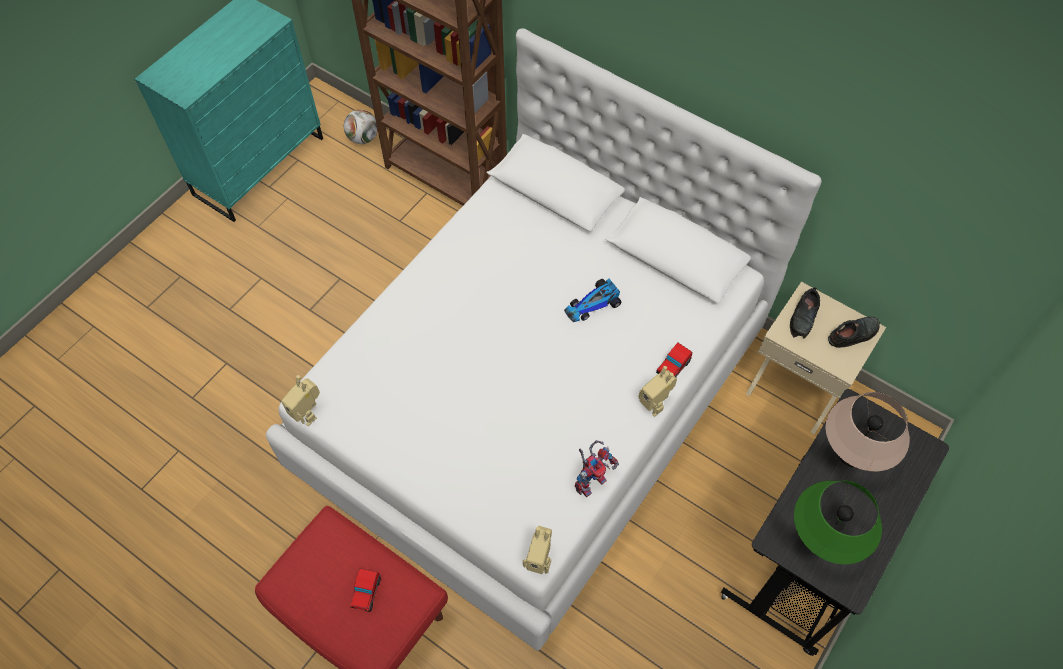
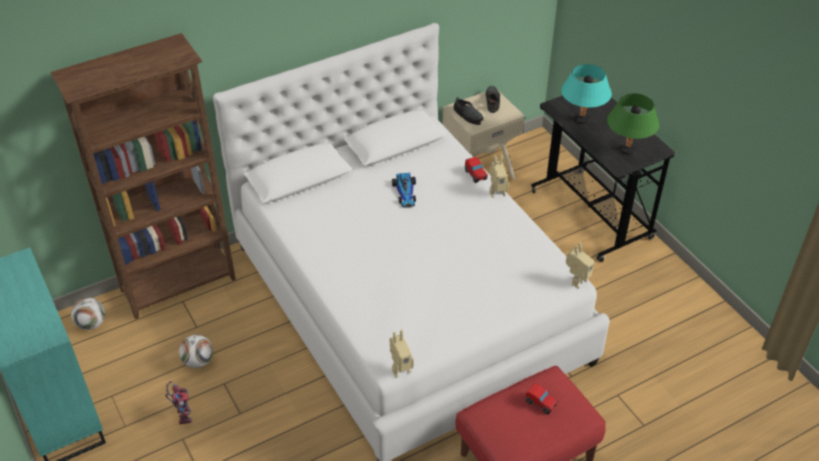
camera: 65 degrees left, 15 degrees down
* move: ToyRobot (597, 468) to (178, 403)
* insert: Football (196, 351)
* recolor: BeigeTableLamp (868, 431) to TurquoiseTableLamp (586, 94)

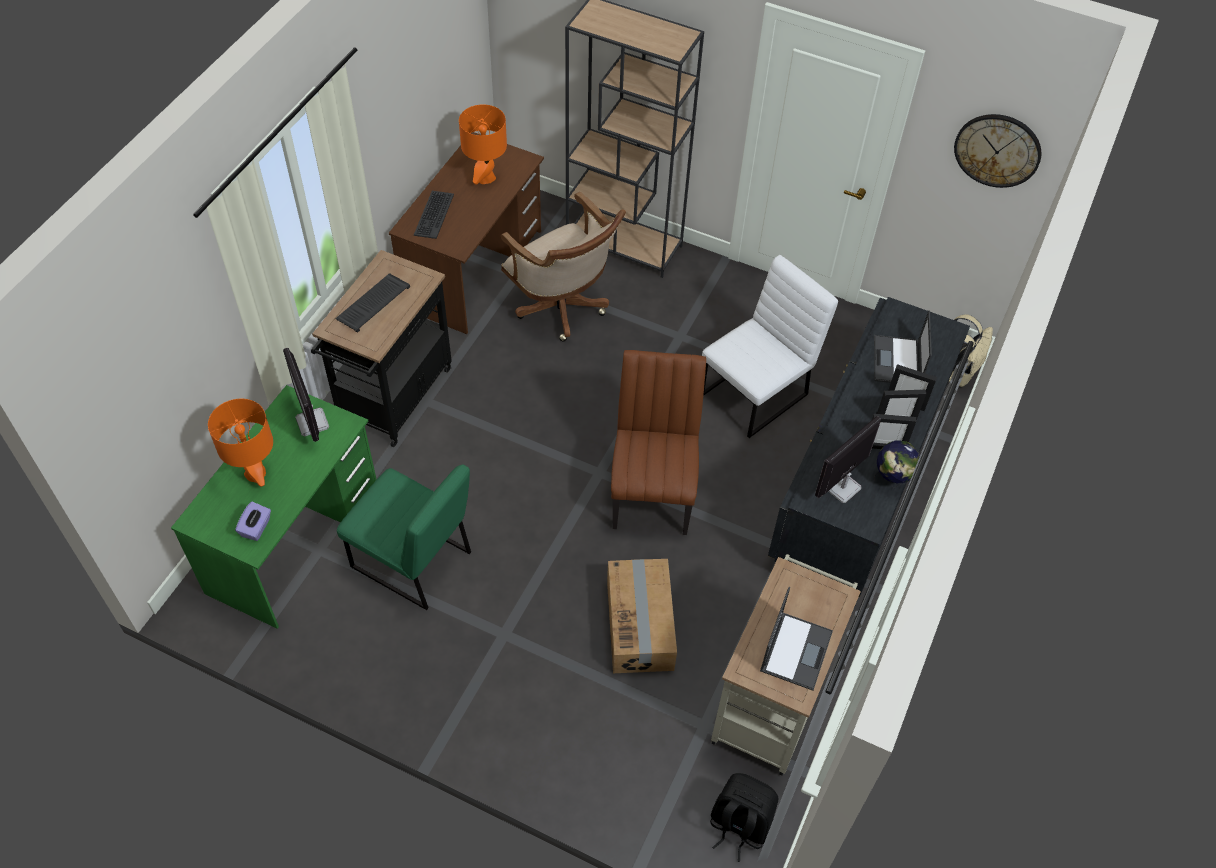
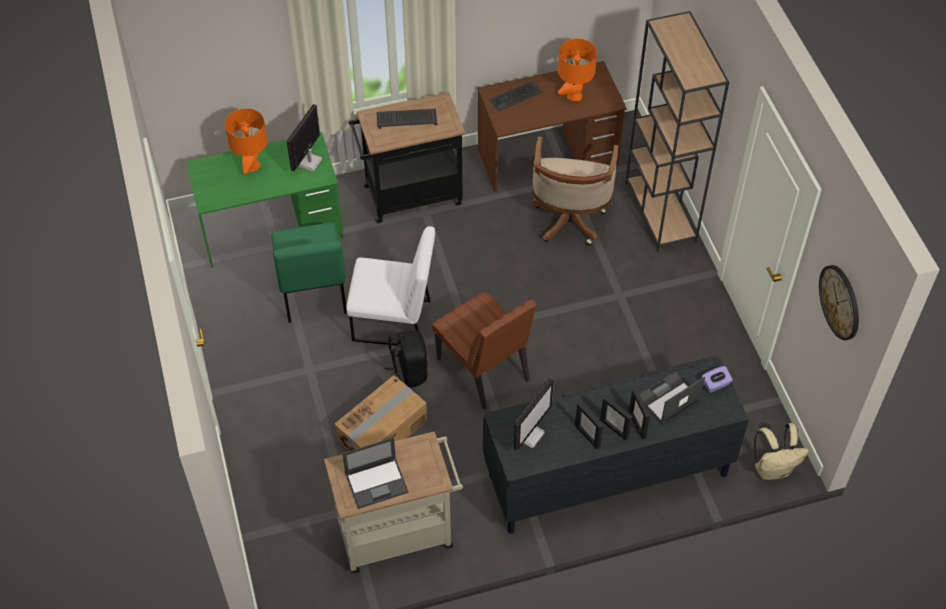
camera: 50 degrees right, 0 degrees up
* move: WhiteChair (770, 346) to (390, 286)
* move: BlackBackpack (744, 817) to (406, 359)
* rotate: BrownChair (658, 442) = (484, 351) 90 degrees clockwise
* rotate: Monitor (848, 459) = (534, 414) 120 degrees clockwise
* move: PurpleTissueBox (253, 521) to (717, 379)
* delete: Globe (897, 465)

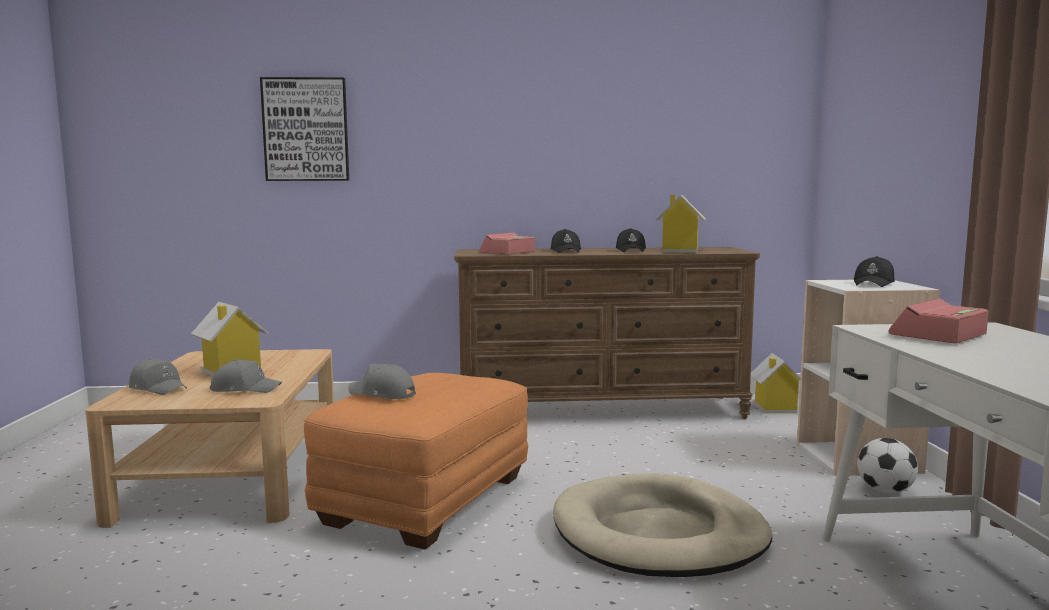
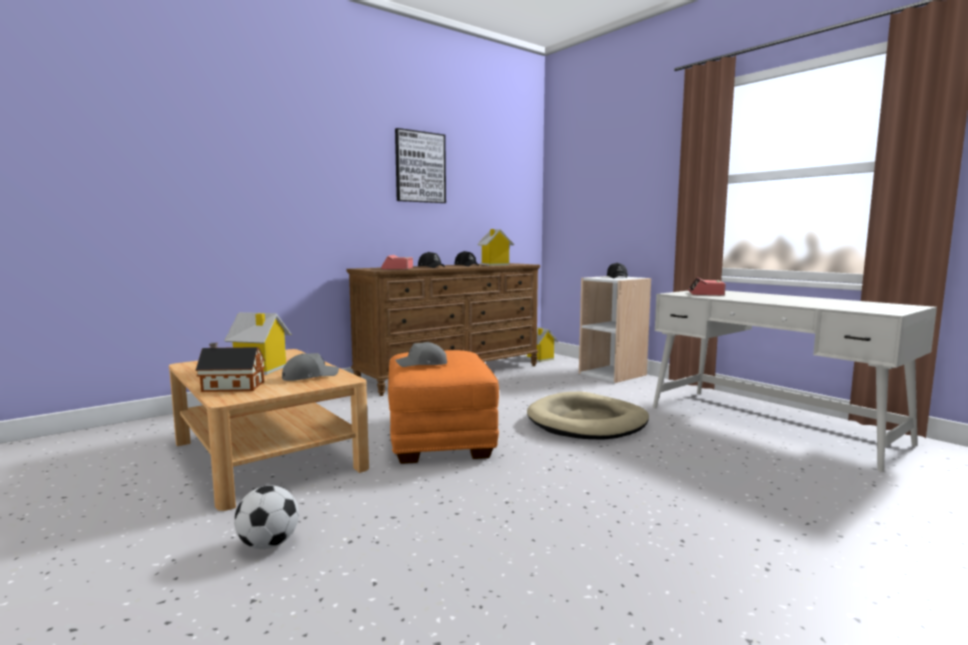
camera: 35 degrees left, 0 degrees up
* replace: GreyCap (158, 376) to ToyHouse (230, 367)
* move: Football (887, 466) to (266, 517)
* move: Picture (304, 129) to (420, 165)

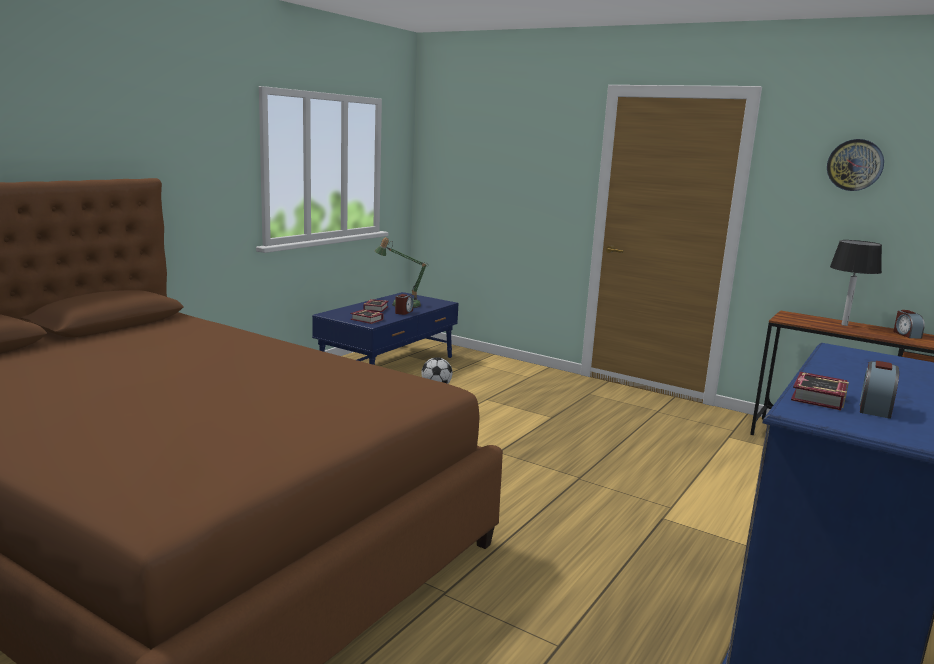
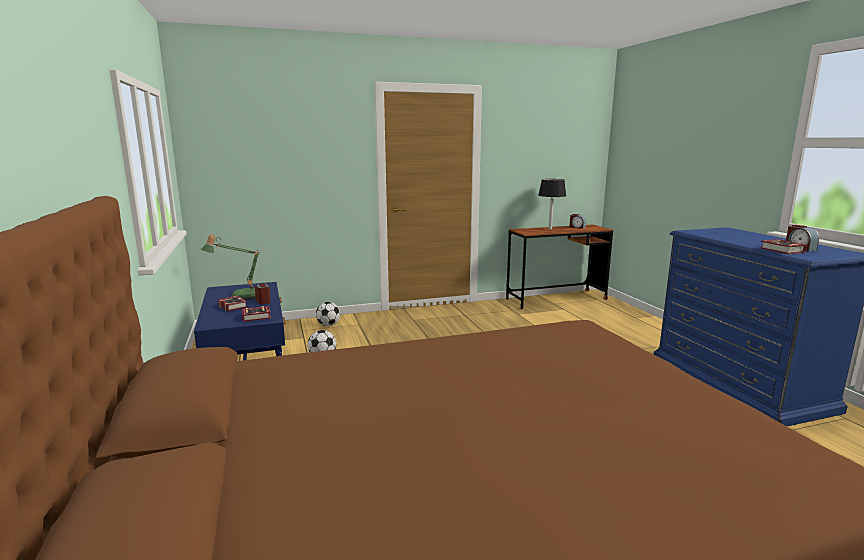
camera: 50 degrees left, 0 degrees up
* insert: Football (328, 314)
* delete: WallClock (855, 165)

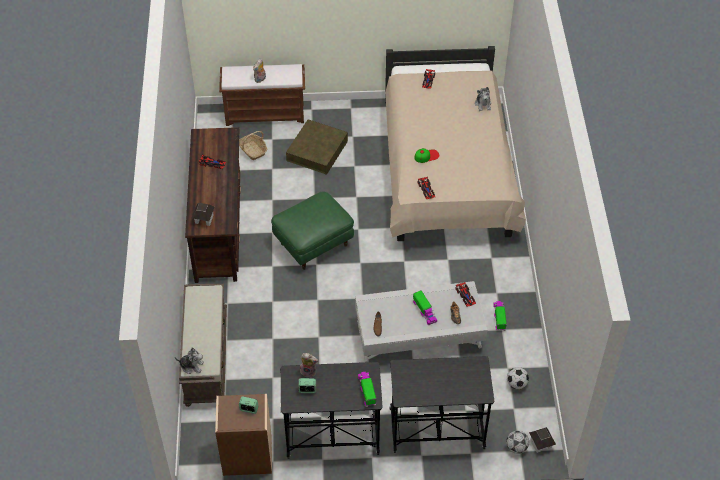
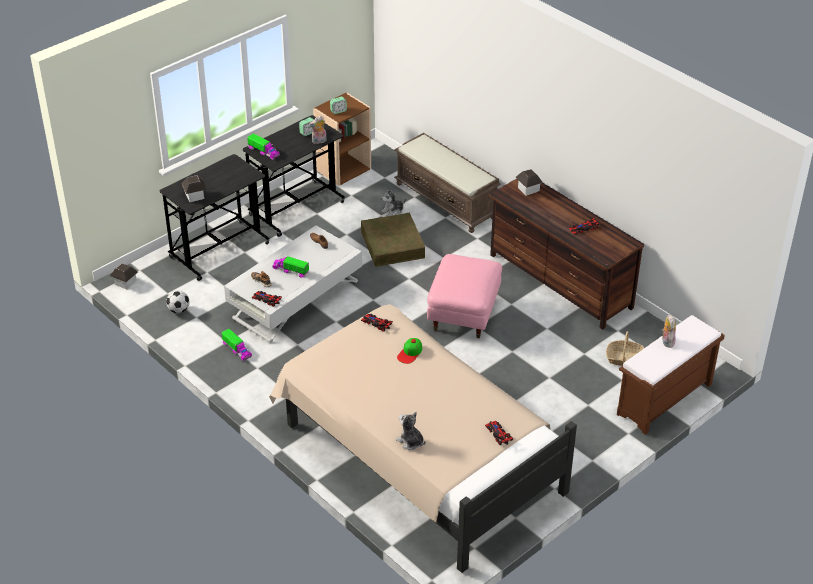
camera: 140 degrees right, 10 degrees down
* insert: ToyHouse (194, 188)
* move: BrownStorageBox (317, 147) to (393, 240)
* move: PlushToy (189, 360) to (393, 202)
* recolor: GreenOttoman (312, 230) to PinkOttoman (464, 296)
* delete: Football (517, 442)

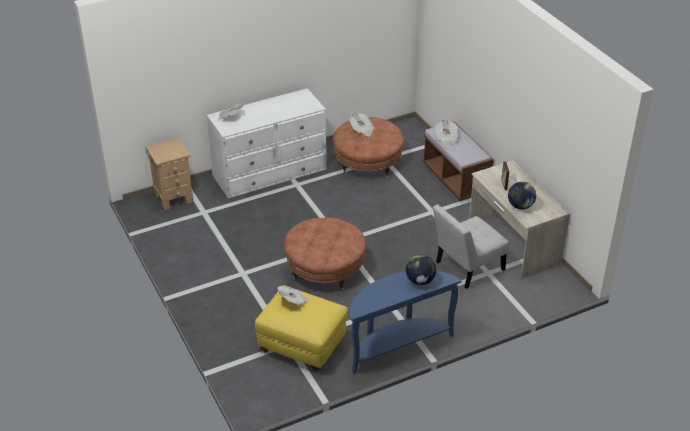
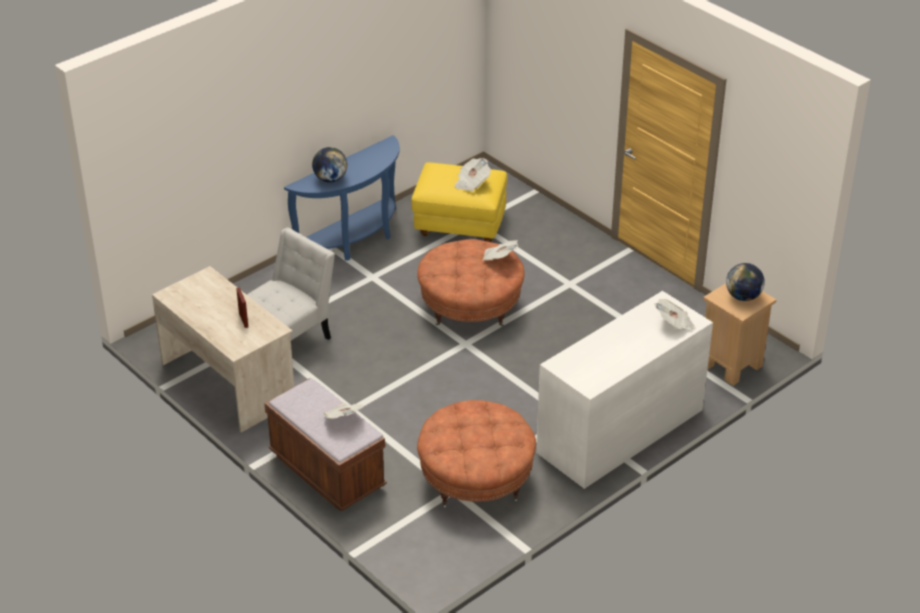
camera: 165 degrees right, 0 degrees up
* move: Newspaper (362, 125) to (500, 250)
* move: Globe (522, 196) to (745, 282)

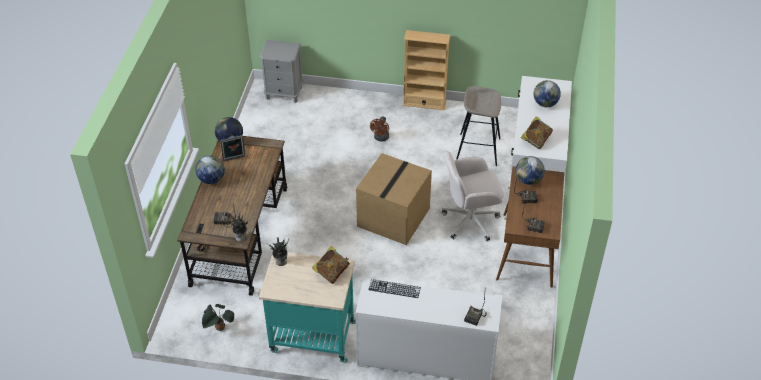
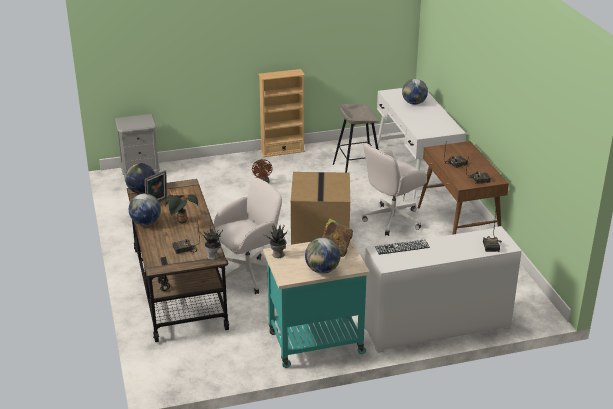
camera: 25 degrees left, 15 degrees down
* move: PottedPlant (218, 317) to (181, 208)
* insert: WhiteOfficeChair (248, 236)
* move: Globe (530, 170) to (323, 256)
* delete: Book (537, 132)

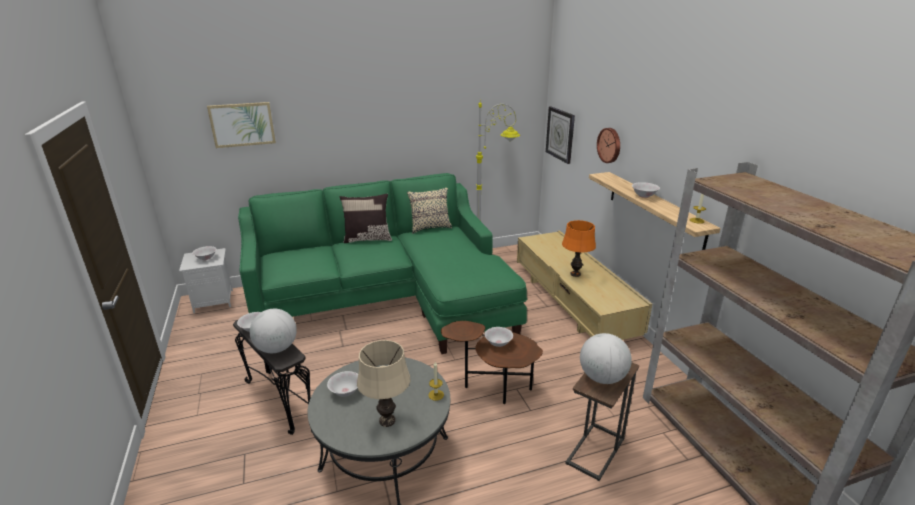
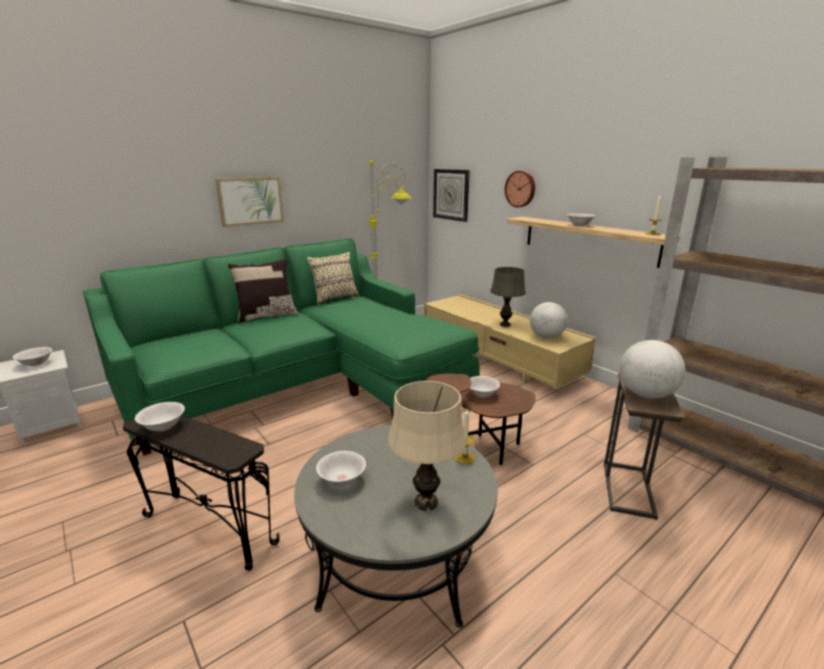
camera: 20 degrees left, 5 degrees down
* move: Picture (241, 125) to (249, 202)
* recolor: OrangeTableLamp (579, 248) to GreyTableLamp (508, 297)
* move: Globe (273, 331) to (549, 320)

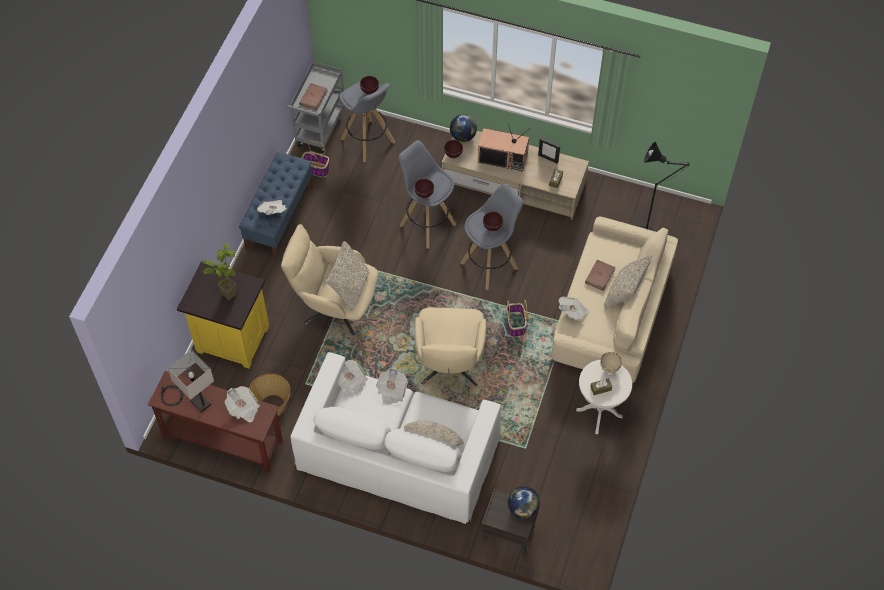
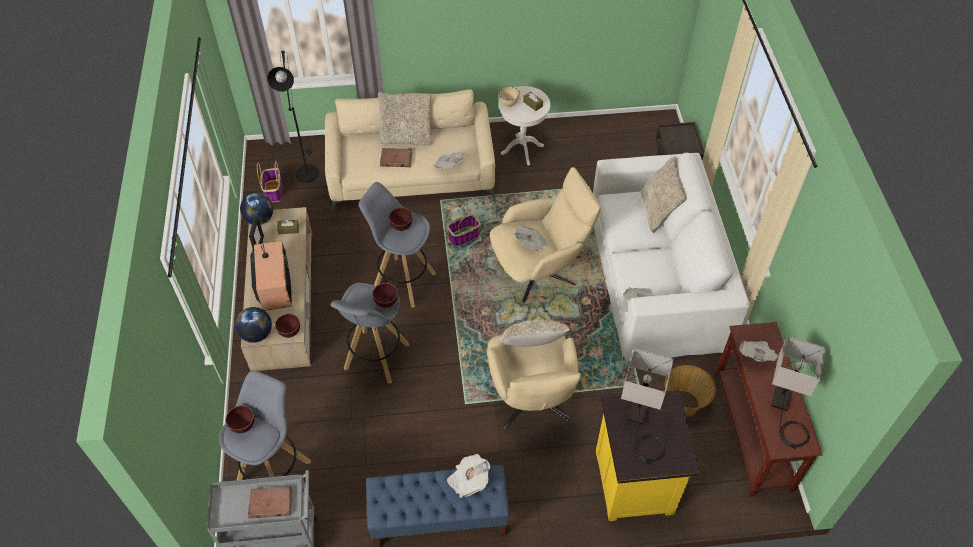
camera: 115 degrees left, 5 degrees down
* move: Globe (524, 502) to (256, 209)
* move: Basket (315, 159) to (269, 181)
* move: Newspaper (392, 386) to (532, 238)
* replace: PottedPlant (219, 272) to TableLamp (647, 406)

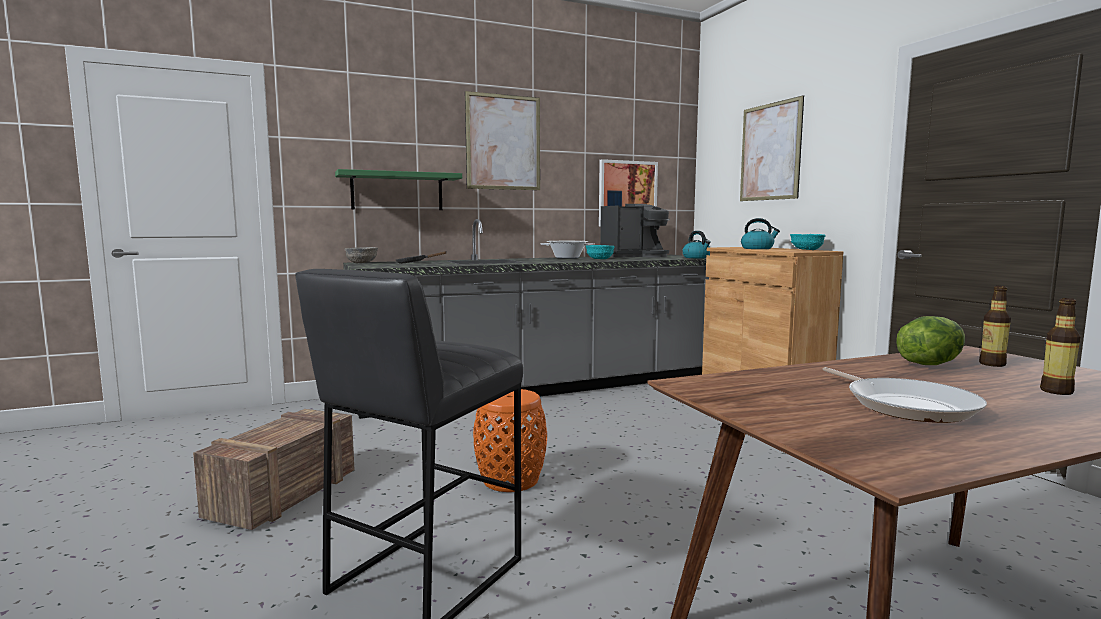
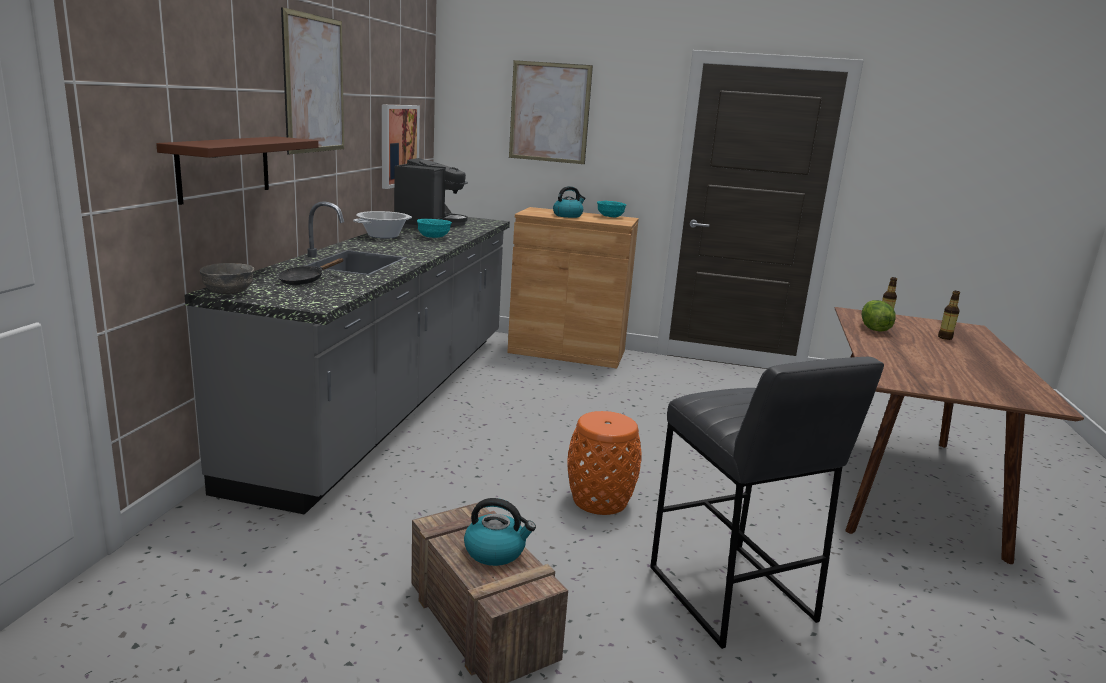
camera: 55 degrees left, 10 degrees up
* recolor: GreenShelf (398, 189) to BrownShelf (237, 170)
* move: Kettle (696, 244) to (500, 532)
* delete: FryingPan (904, 395)

